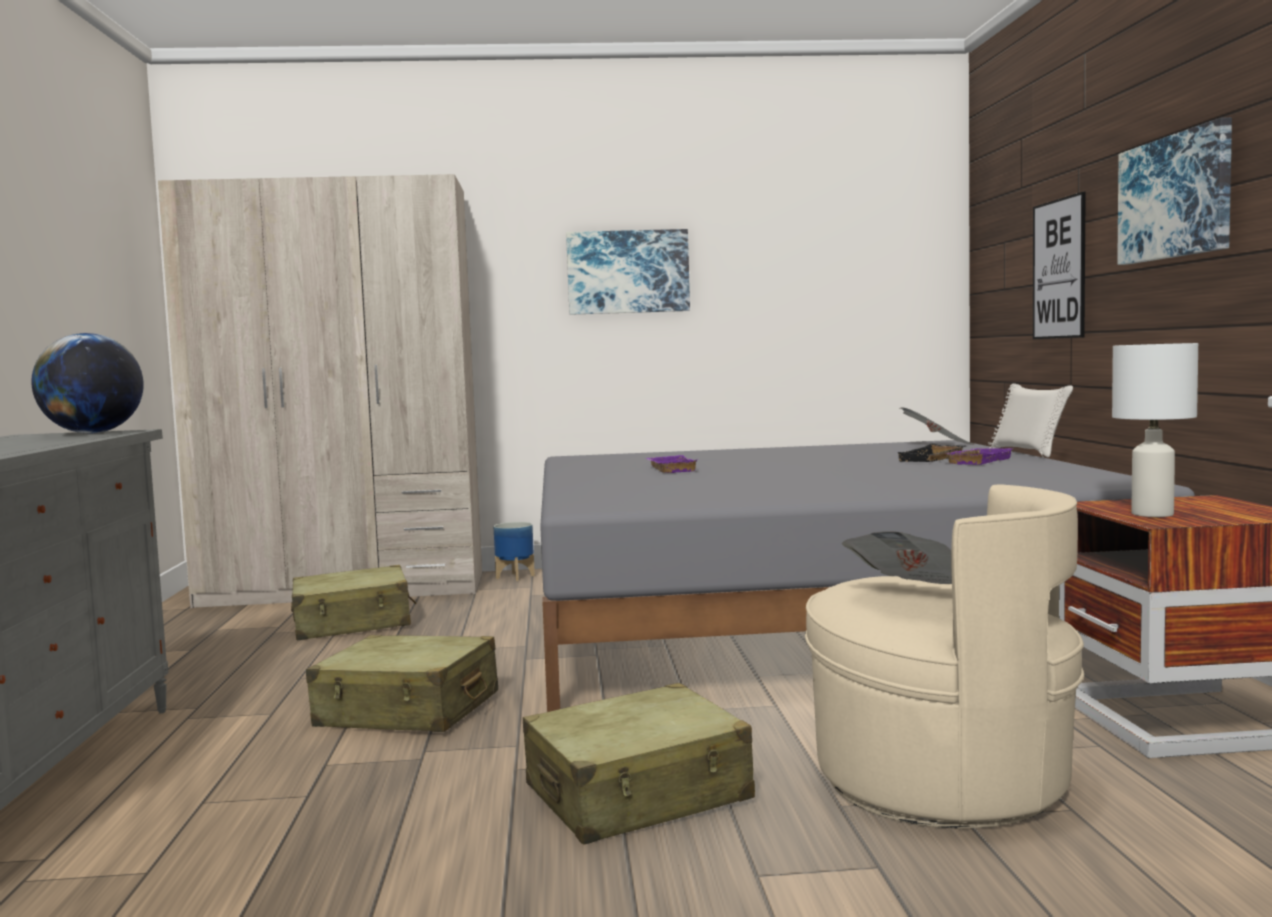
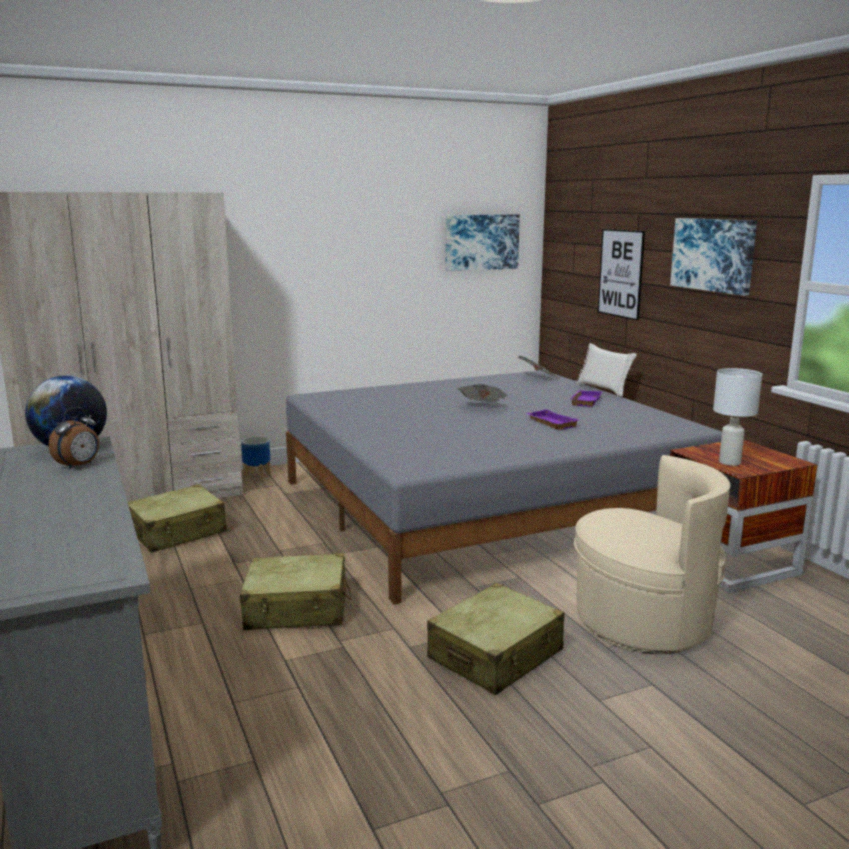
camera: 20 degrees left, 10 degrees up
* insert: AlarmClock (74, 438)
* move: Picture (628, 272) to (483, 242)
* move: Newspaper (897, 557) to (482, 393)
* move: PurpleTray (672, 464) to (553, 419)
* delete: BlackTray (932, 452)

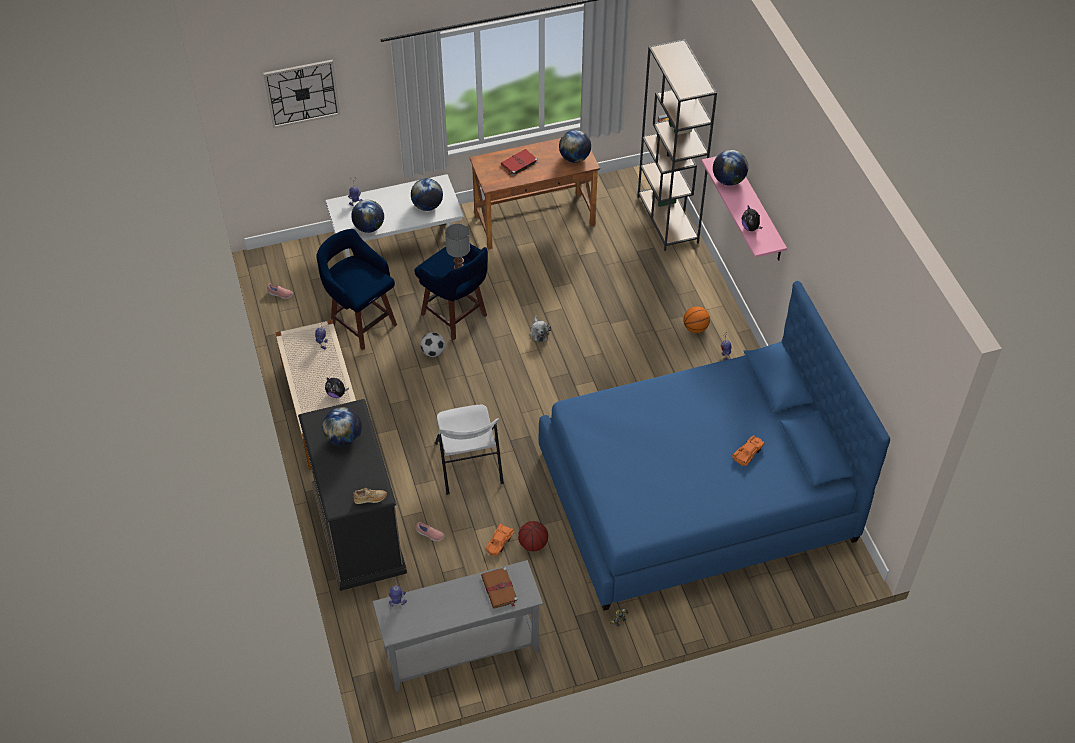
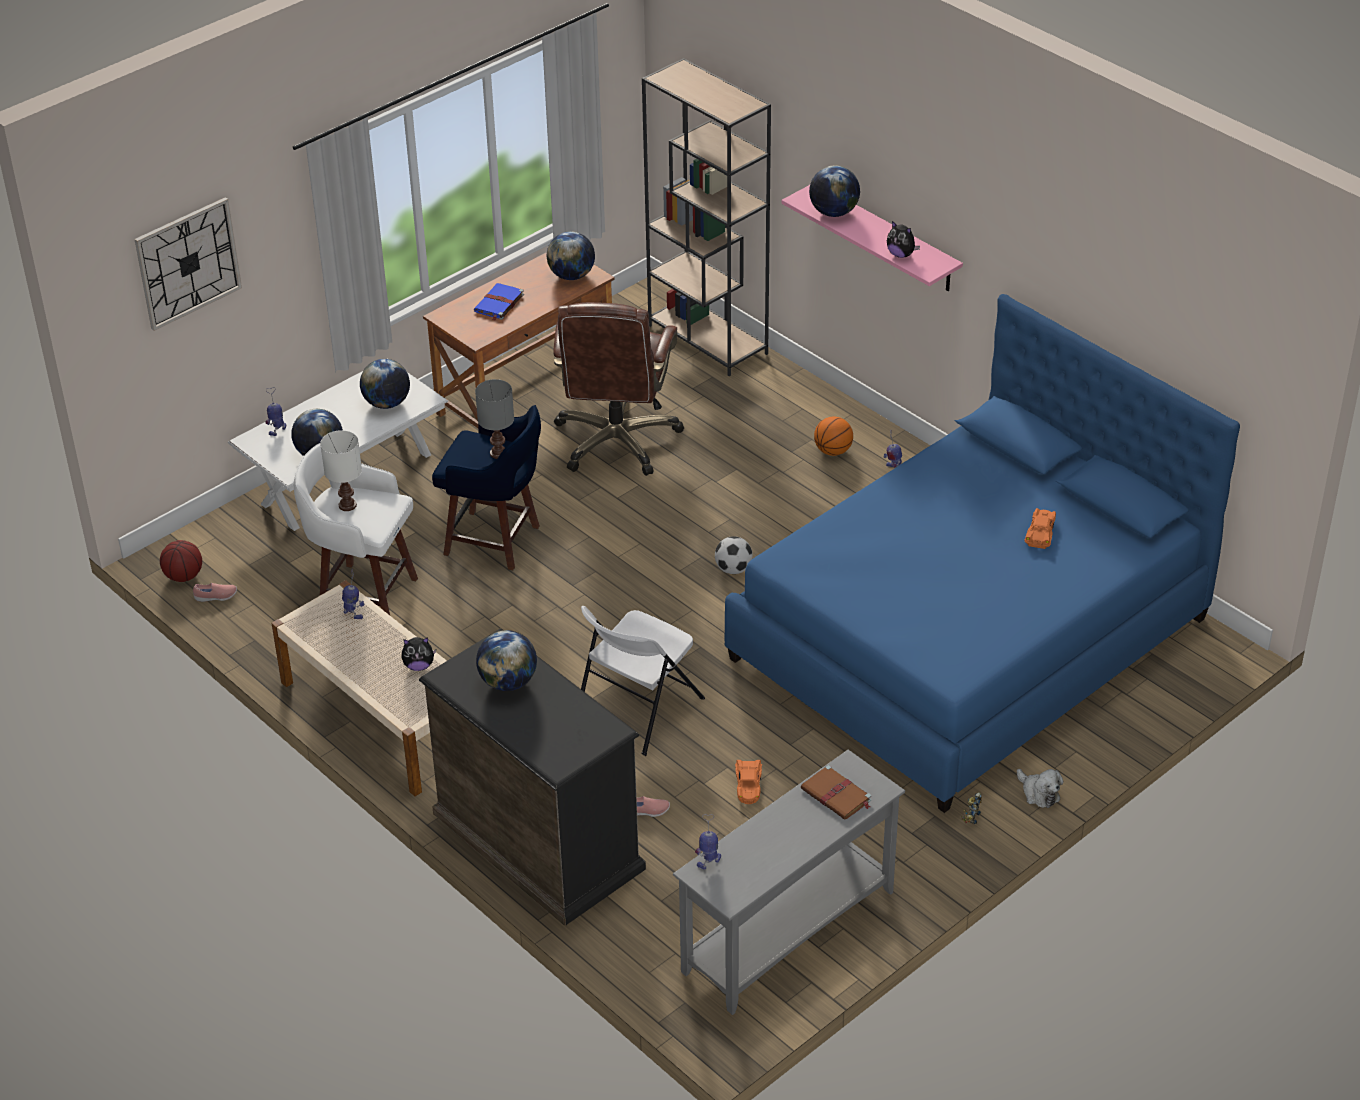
camera: 25 degrees left, 10 degrees down
* move: Basketball (533, 536) to (181, 561)
* recolor: BlueStool (356, 289) to WhiteStool (356, 529)
* insert: WhiteTableLamp (341, 470)
* recolor: RedBook (519, 162) to BlueBook (499, 301)
* insert: BrownOfficeChair (618, 389)
* rotate: WhiteChair (469, 450) = (643, 681) 75 degrees clockwise
* move: Football (432, 344) to (734, 555)
* move: PlushToy (540, 329) to (1040, 788)
* delete: BeigeShoe (370, 496)

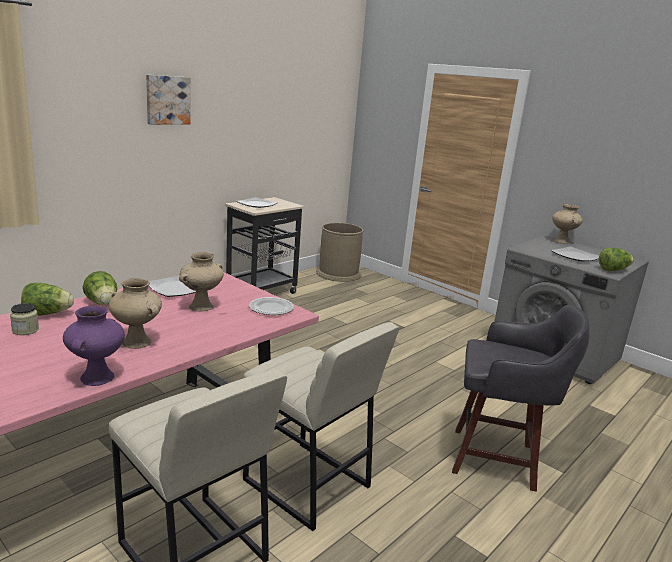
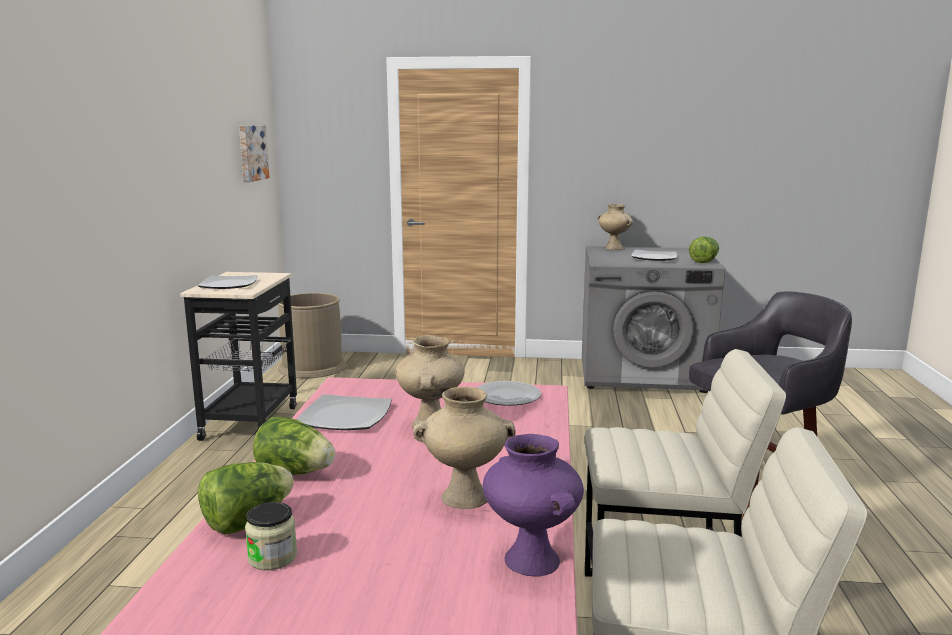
camera: 35 degrees left, 5 degrees down
* move: Picture (168, 100) to (254, 153)

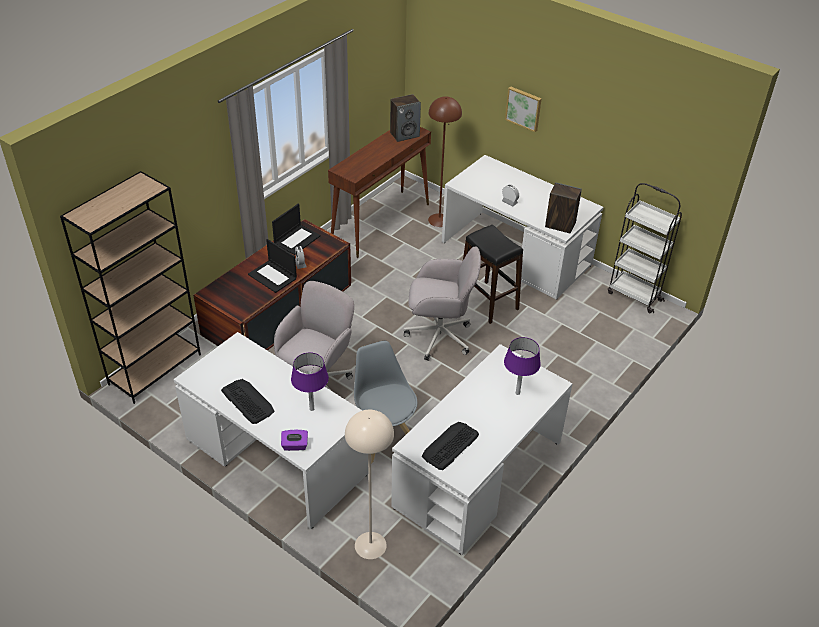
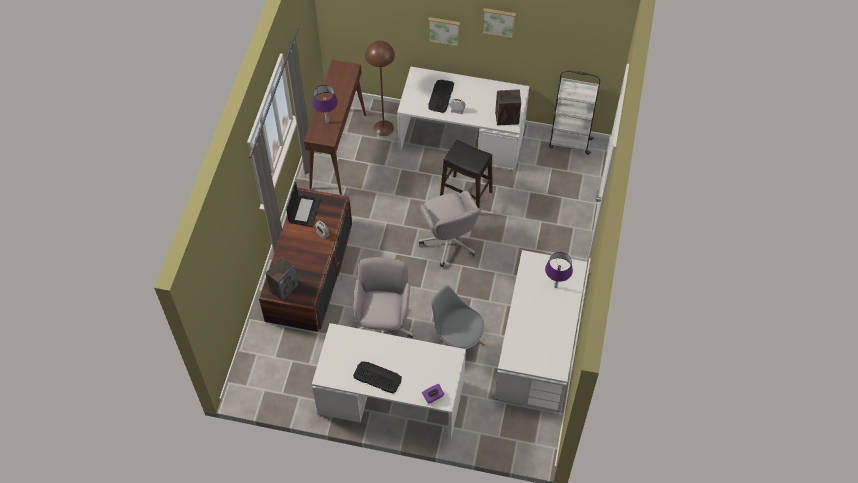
camera: 25 degrees left, 15 degrees up
* move: Speaker (405, 118) to (281, 279)
* move: PurpleTableLamp (310, 381) to (325, 104)
* rotate: GreyOfficeChair (442, 303) = (450, 228) 90 degrees clockwise
* move: Keyboard (450, 446) to (441, 96)
* insert: Picture (499, 23)
* delete: BeigeBookcase (130, 287)
* delete: Laptop (272, 266)
* delete: BeigeFloorLamp (369, 484)

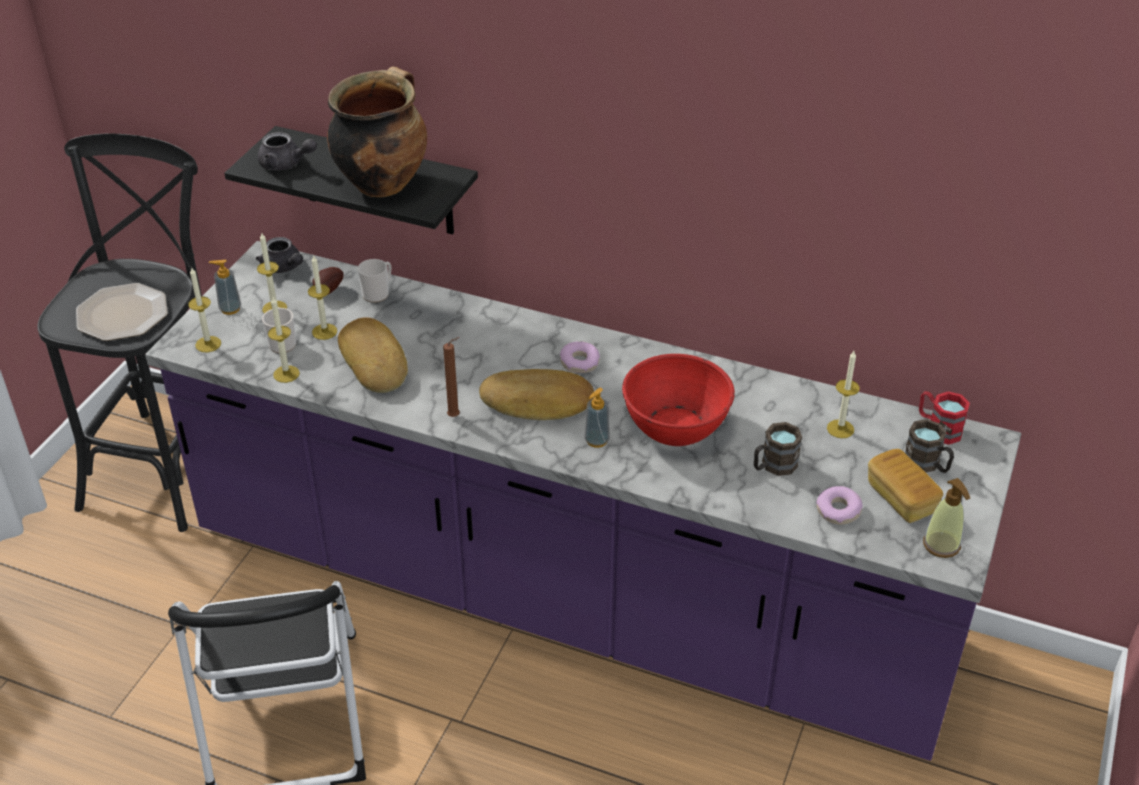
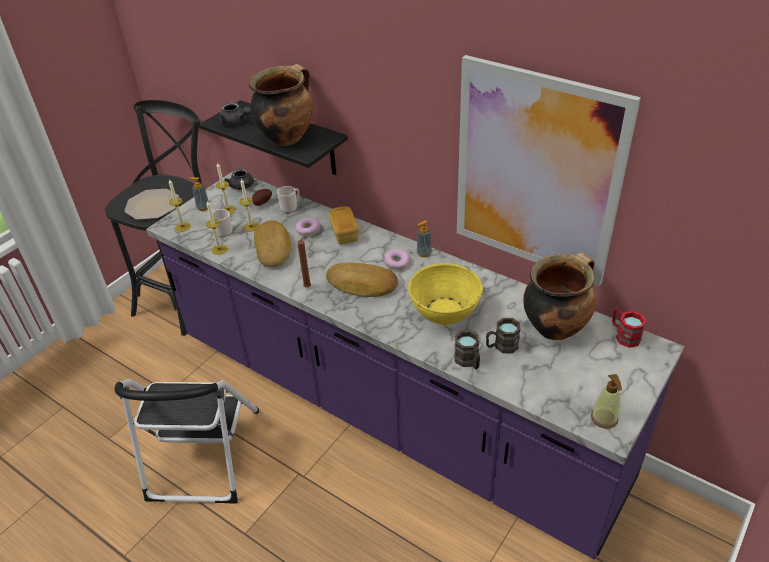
camera: 15 degrees right, 0 degrees up
* move: Donut (839, 505) to (308, 227)
* move: Bread (905, 486) to (344, 225)
* recolor: RedBowl (678, 400) to YellowBowl (445, 294)
* move: SoapDispenser (597, 418) to (424, 238)
* move: BrownMug (929, 446) to (467, 349)
* insert: Picture (549, 170)
* replace: Candle (843, 394) to CookingPot (559, 296)

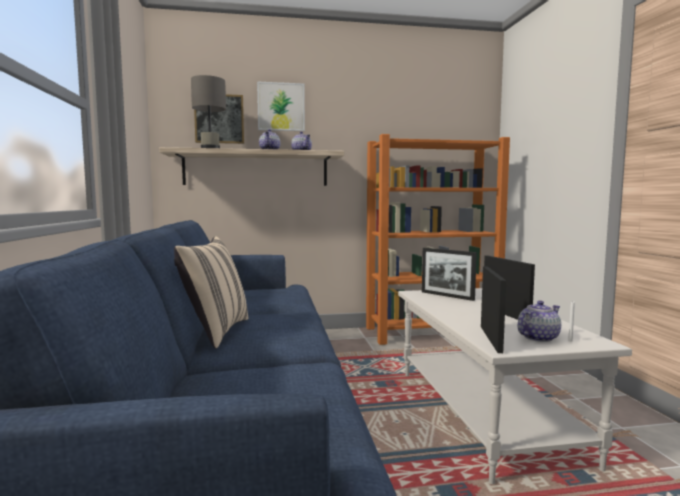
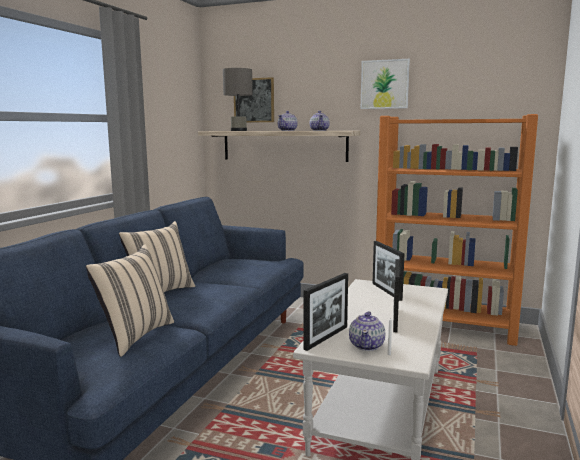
camera: 30 degrees right, 5 degrees up
* insert: BeigePillow (130, 300)
* rotate: Teapot (539, 321) = (367, 331) 105 degrees clockwise
* move: Picture (281, 106) to (385, 84)

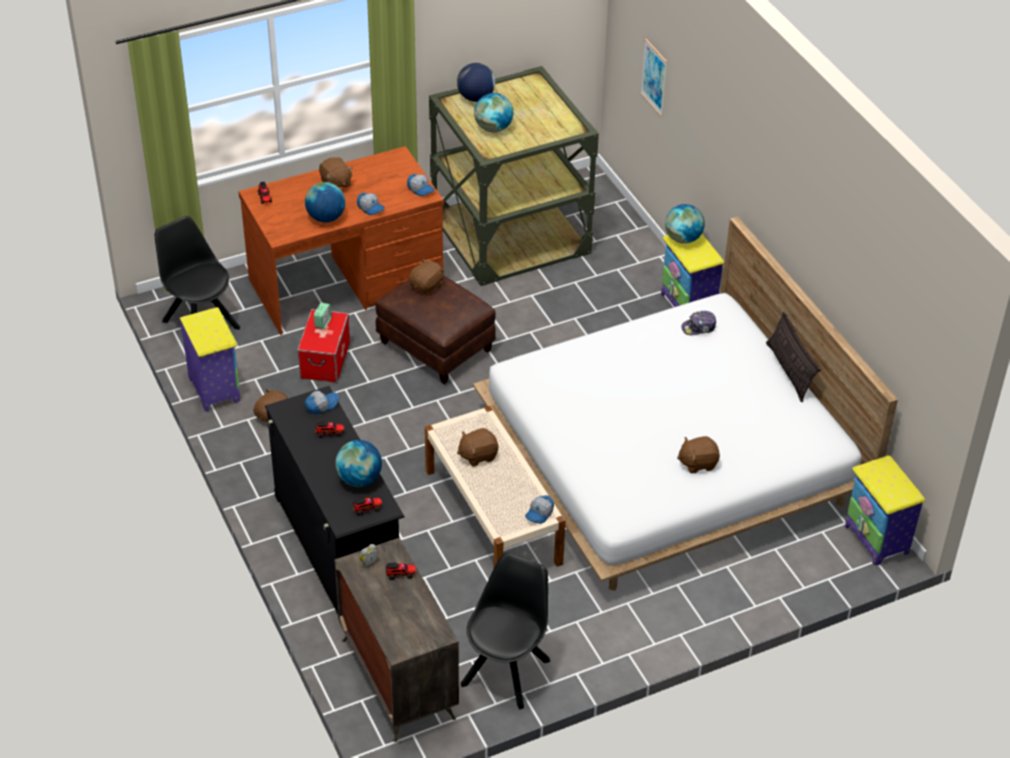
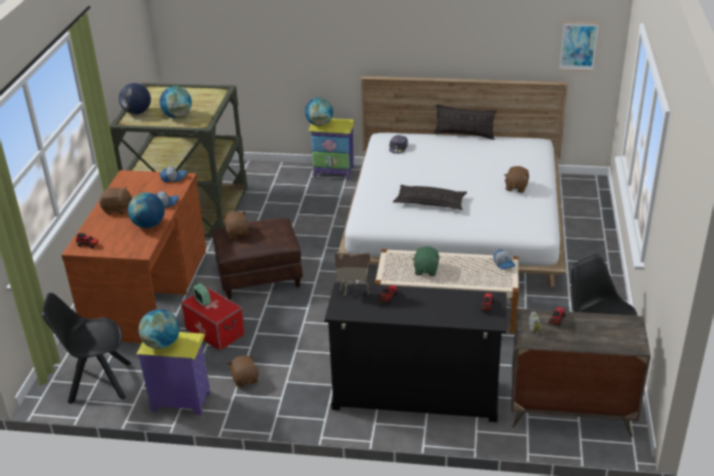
camera: 55 degrees left, 10 degrees down
* move: Globe (358, 463) to (159, 329)
* replace: Cap (322, 402) to ToyHouse (352, 274)
* insert: Pillow (430, 197)
* recolor: BrownPlushToy (478, 447) to GreenPlushToy (425, 261)
* move: Picture (654, 77) to (579, 46)
* delete: Nightstand (885, 510)

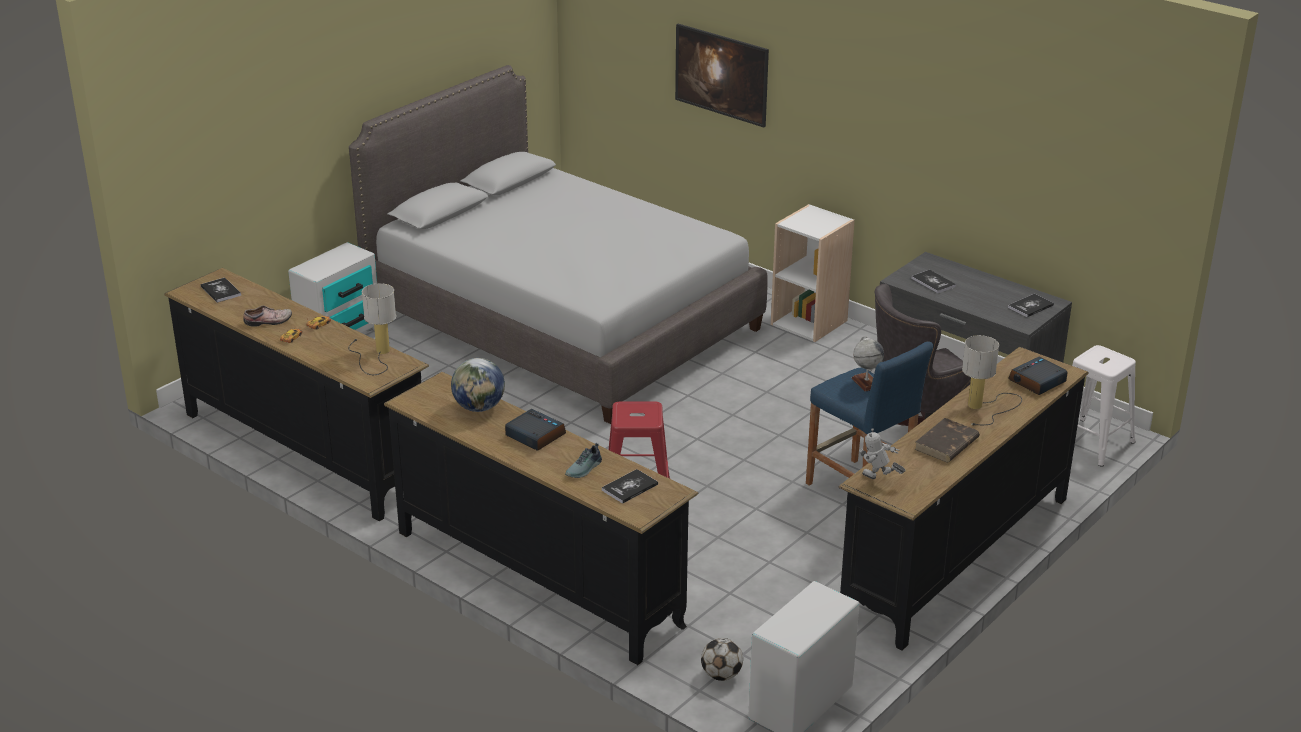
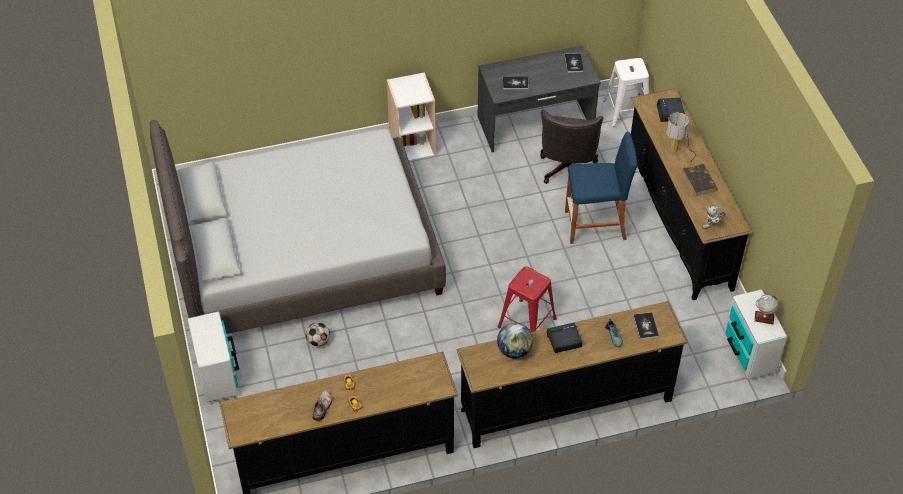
camera: 55 degrees left, 20 degrees up
* move: Football (722, 659) to (318, 334)
* move: Globe (868, 364) to (766, 309)
* delete: Book (221, 290)
* delete: TableLamp (372, 329)
* delete: Picture (722, 76)

